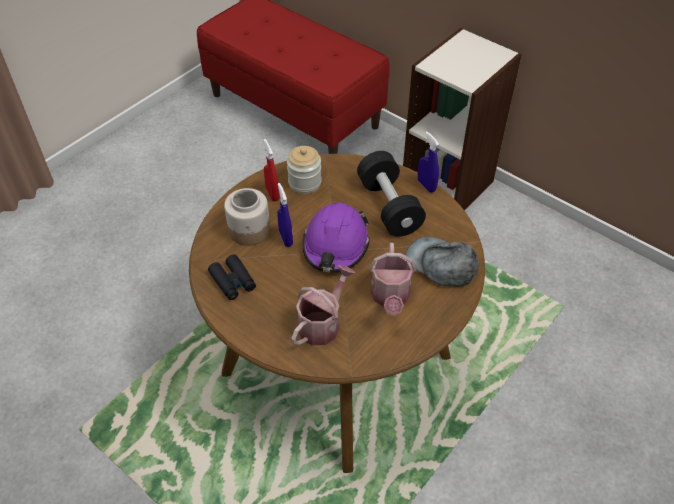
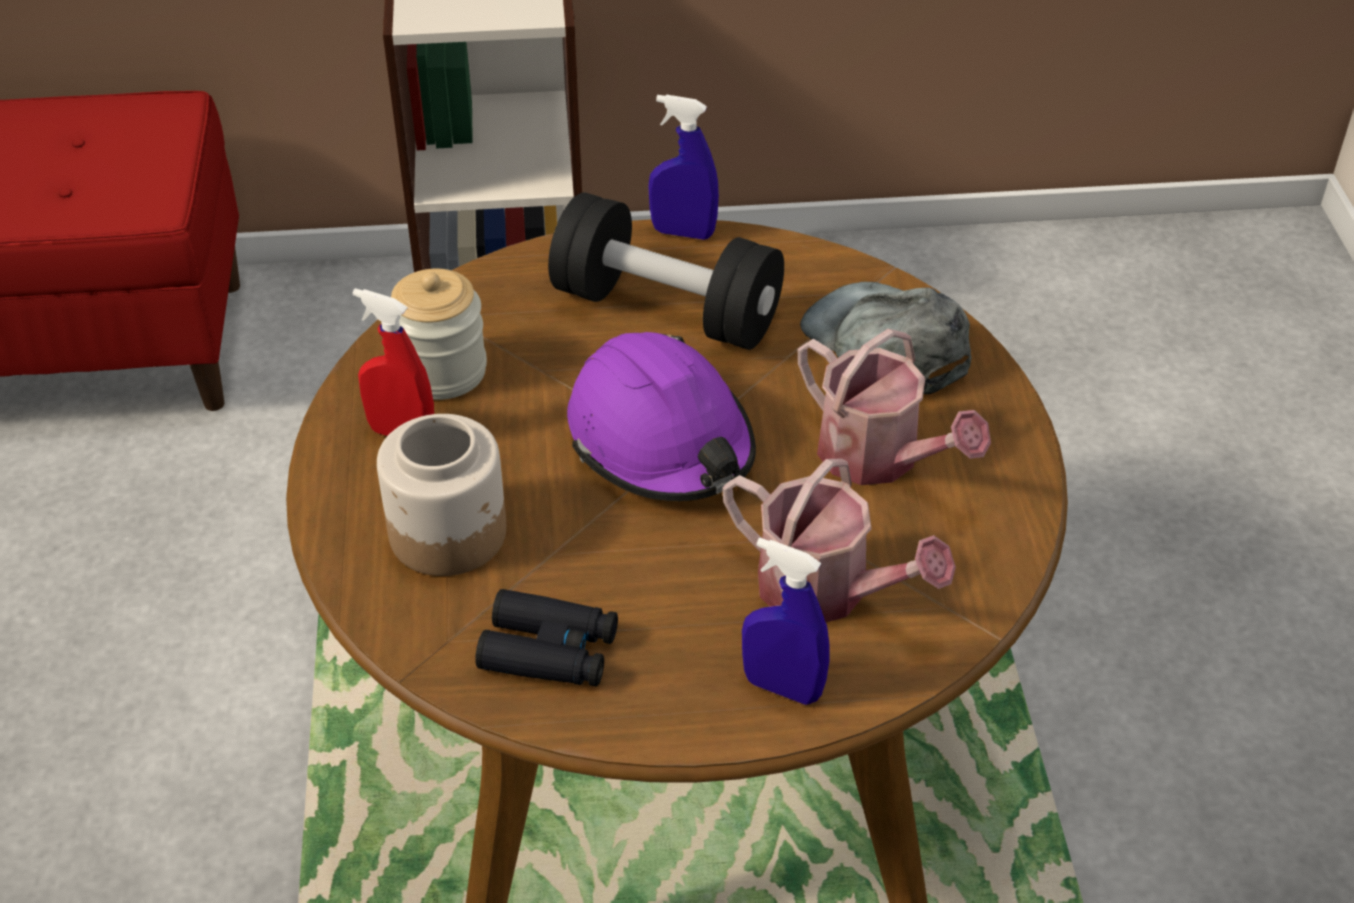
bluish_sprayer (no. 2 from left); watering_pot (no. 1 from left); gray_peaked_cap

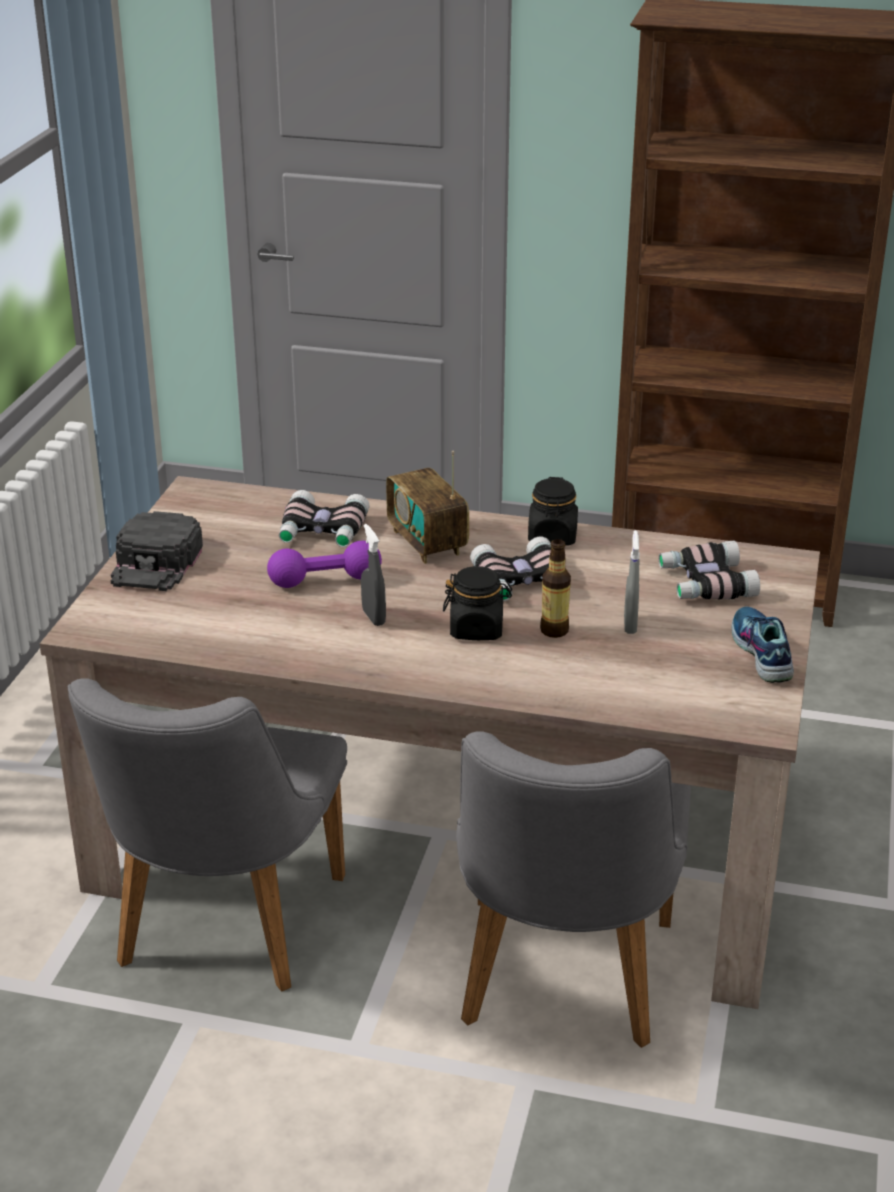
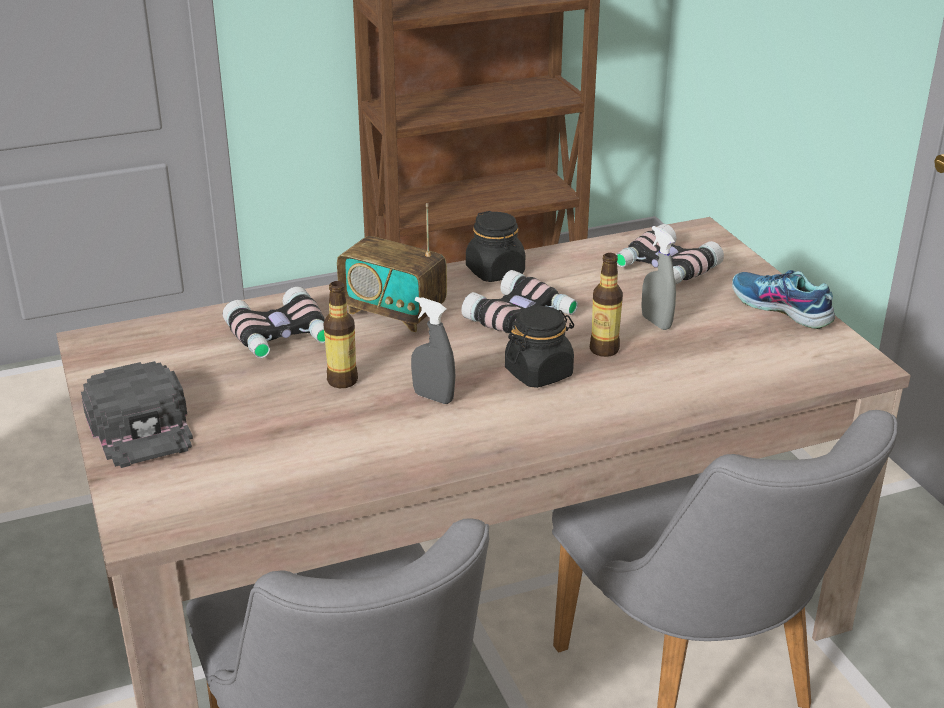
bottle (no. 1 from left)

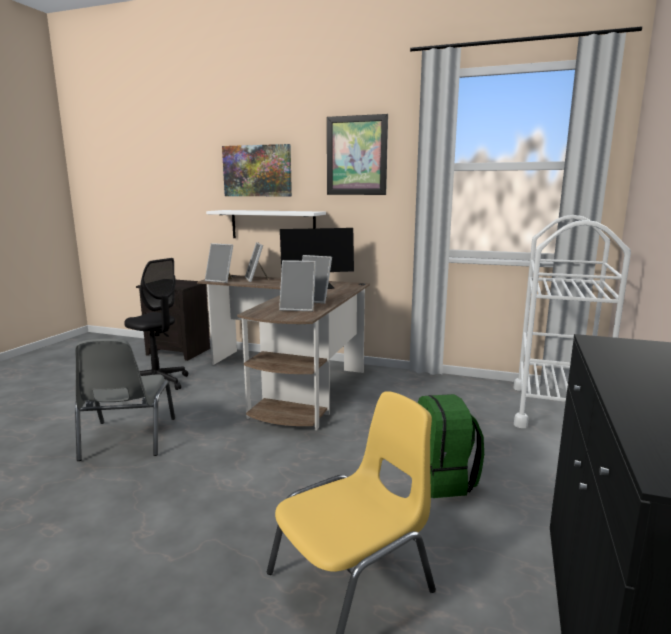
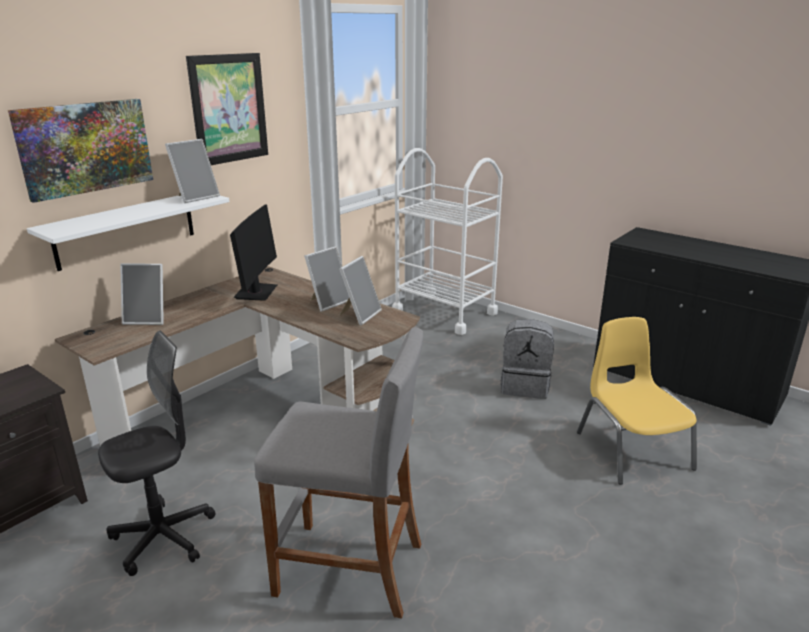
standing_frame (no. 2 from left); gray_stool; gray_knapsack

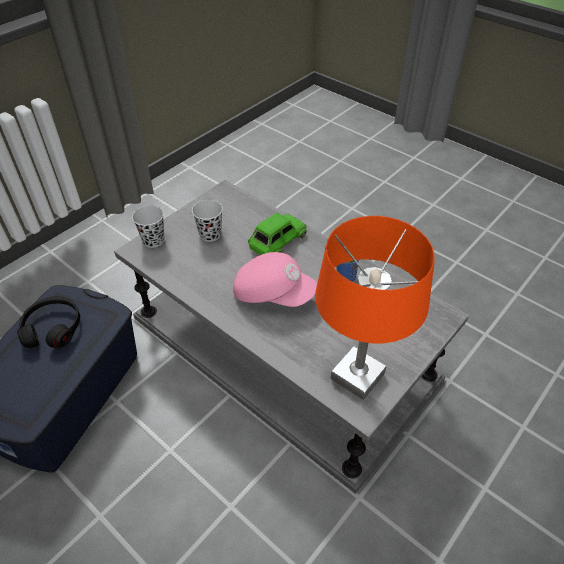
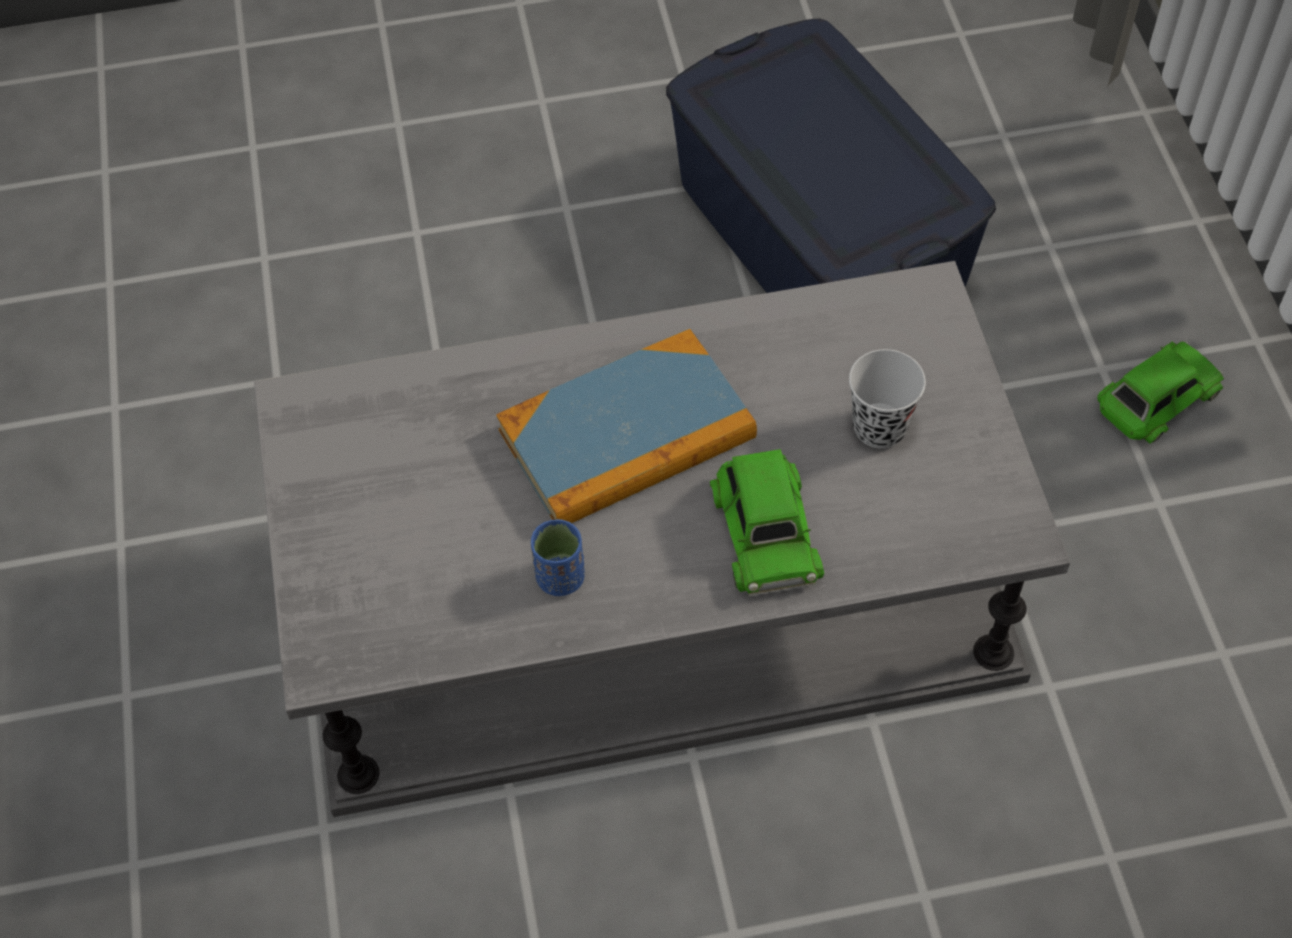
blackish_headset; blackish_drinking_cup (no. 1 from left in the first image); orange_tabletop_lamp; greenish_miniature_car (no. 2 from left); volume

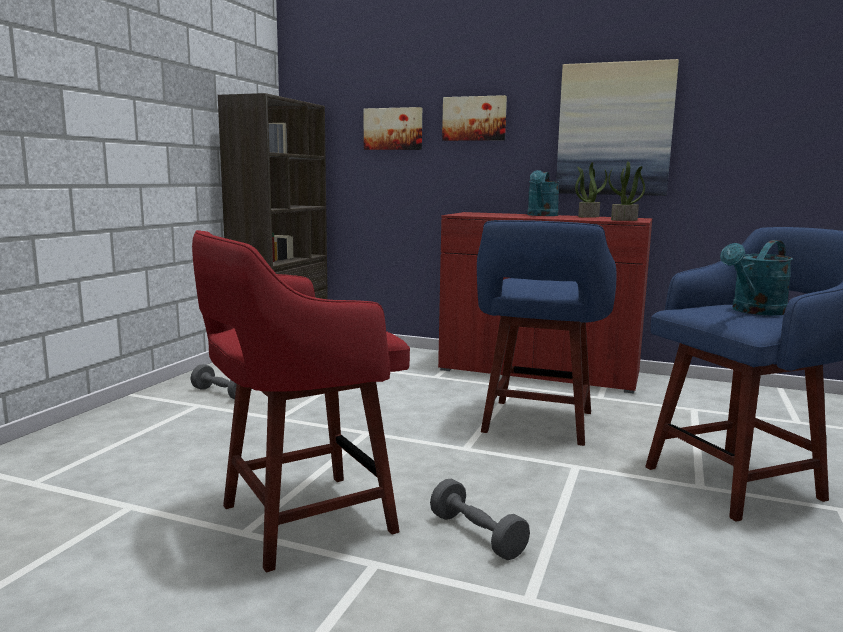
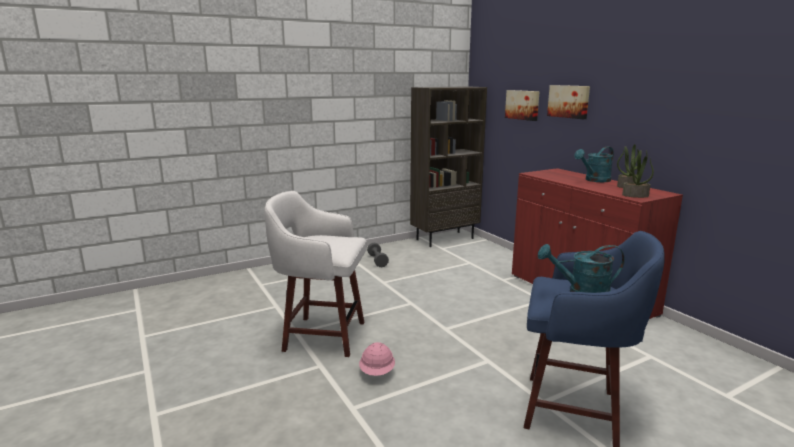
bluish_stool (no. 1 from left in the first image); wall_art (no. 3 from left in the first image); pink_hard_hat; white_stool

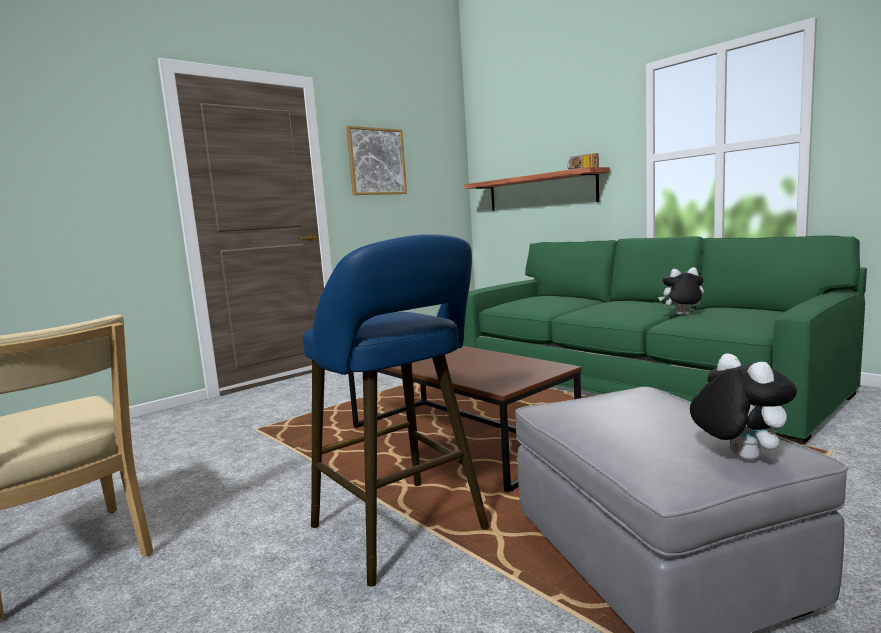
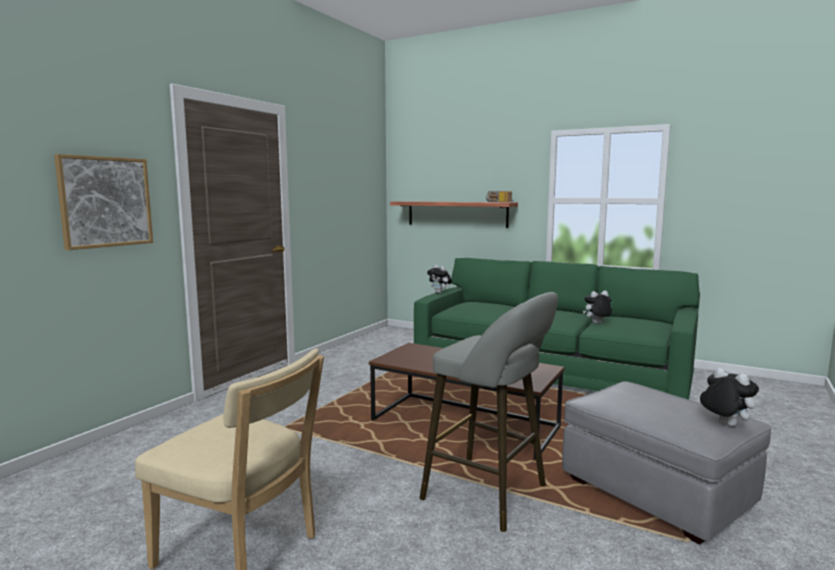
cuddly_toy (no. 1 from left); wall_art; gray_stool

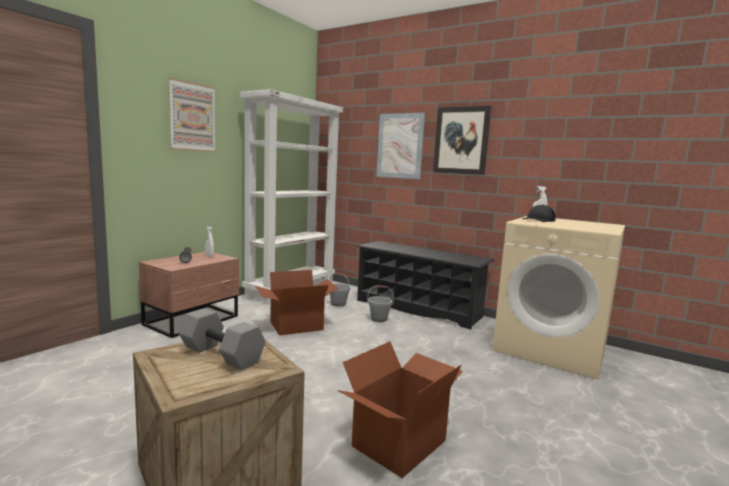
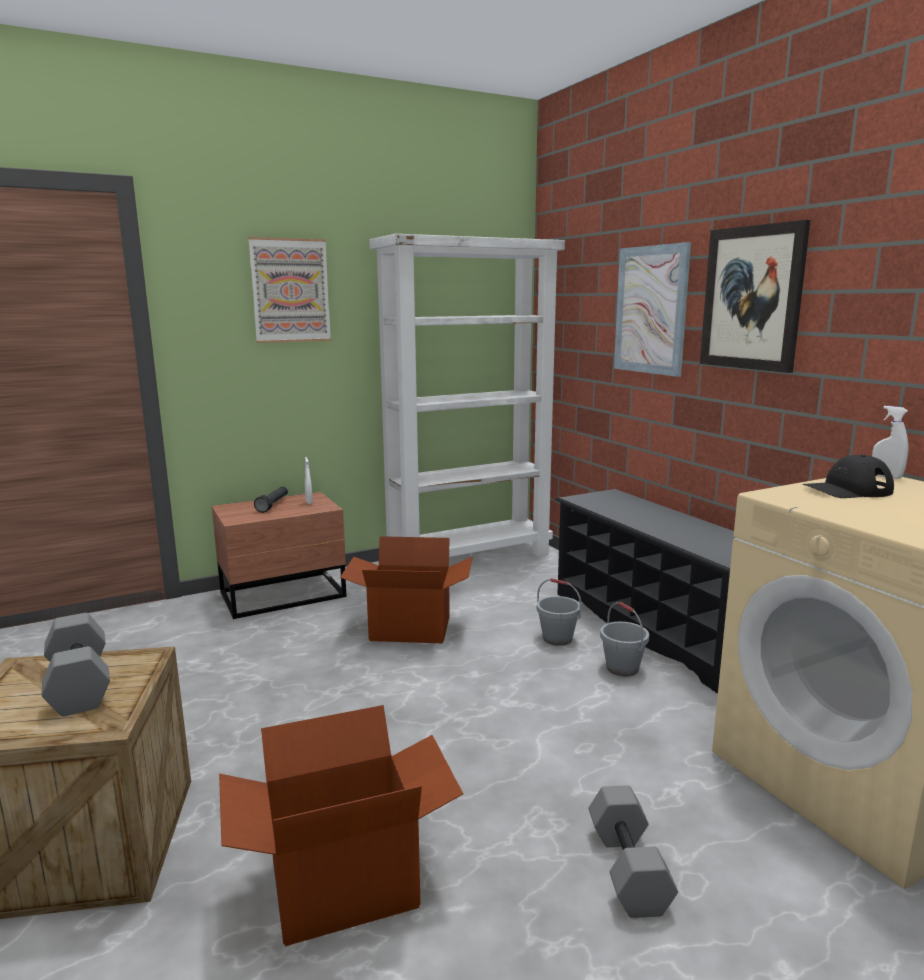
gray_free_weight (no. 2 from left); gray_pail (no. 2 from left)

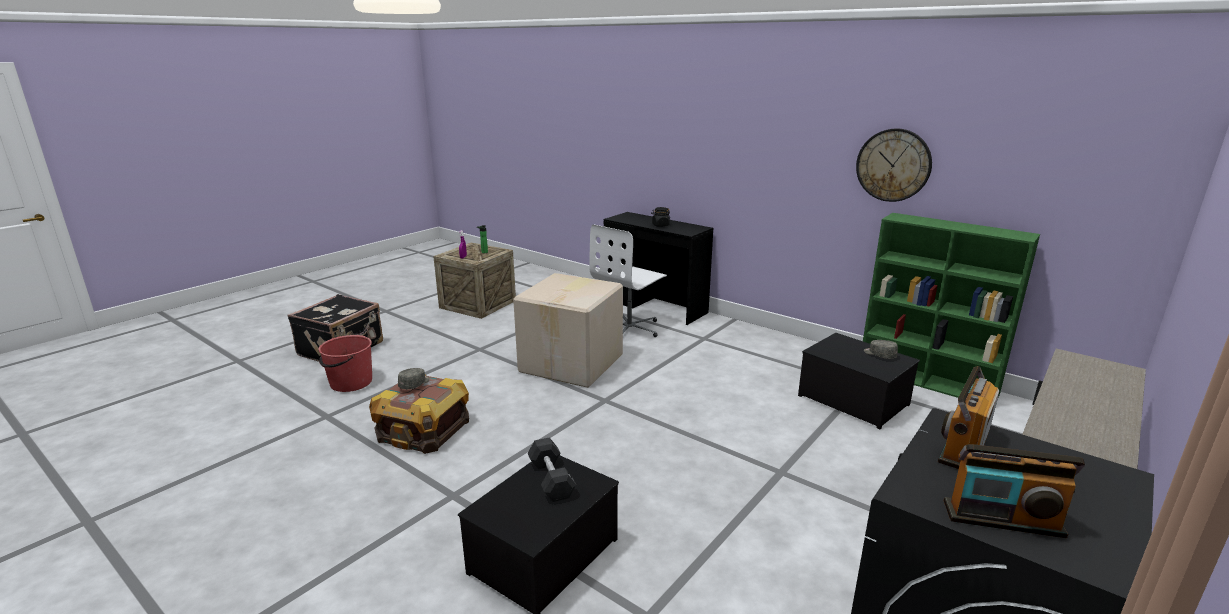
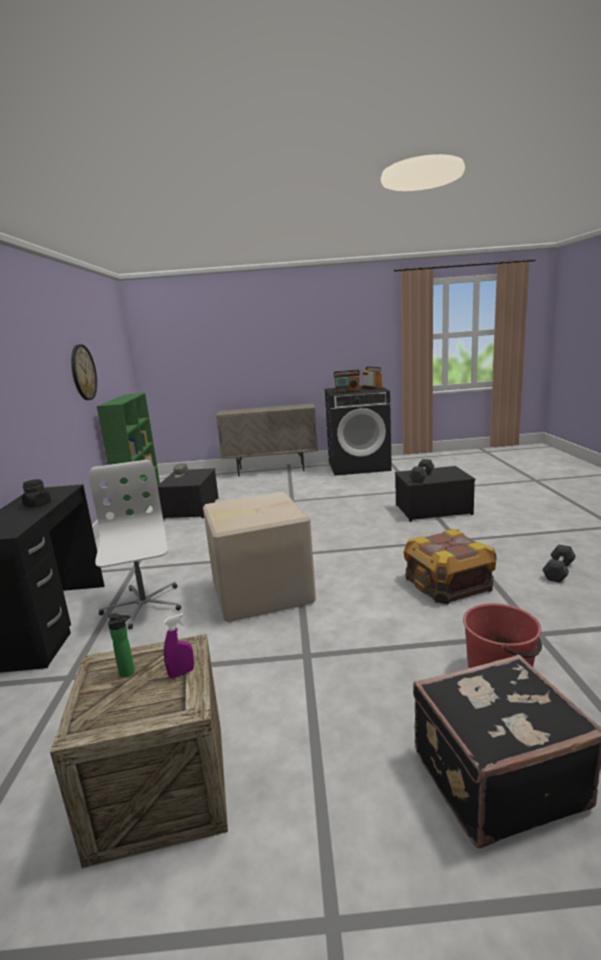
gray_peaked_cap (no. 1 from left in the first image); blackish_free_weight (no. 2 from left); white_computer_chair

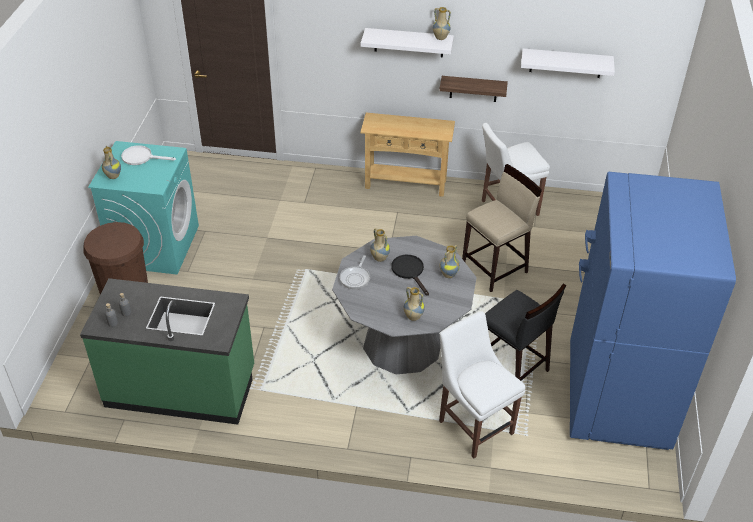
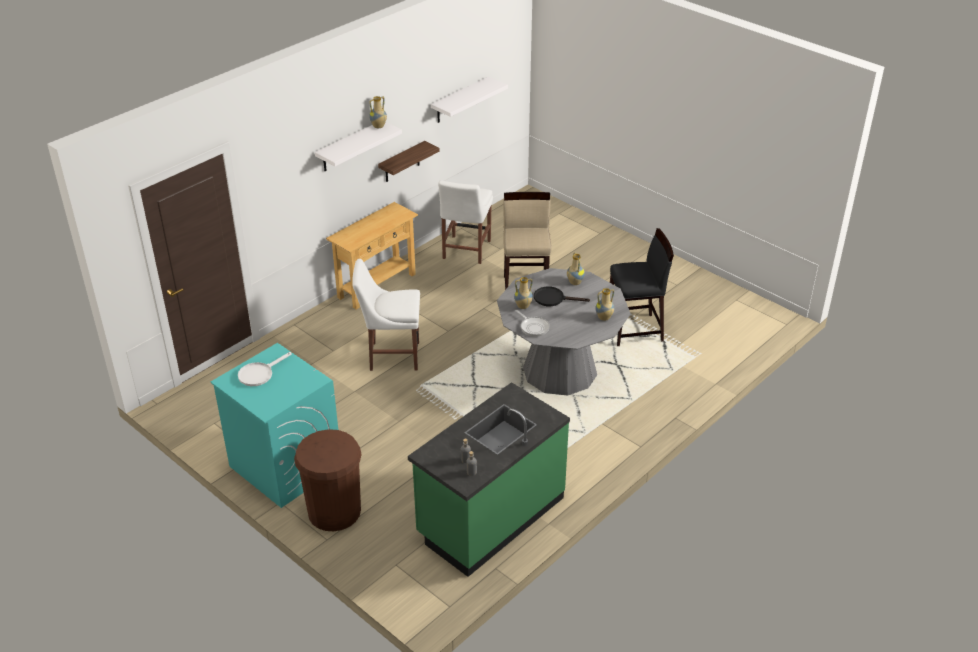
flower_vase (no. 1 from left in the first image); bluish_refrigerator; white_upright_chair (no. 1 from left)

